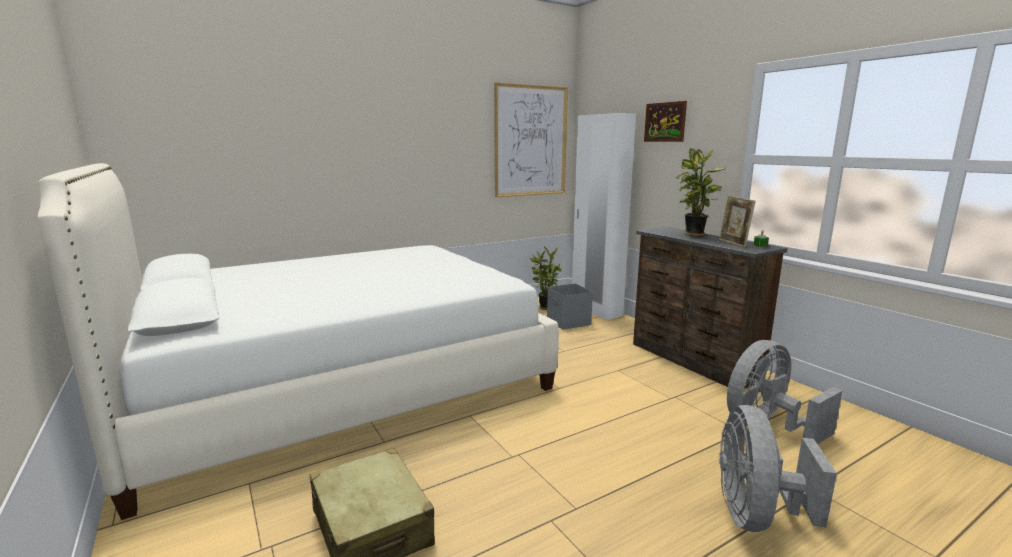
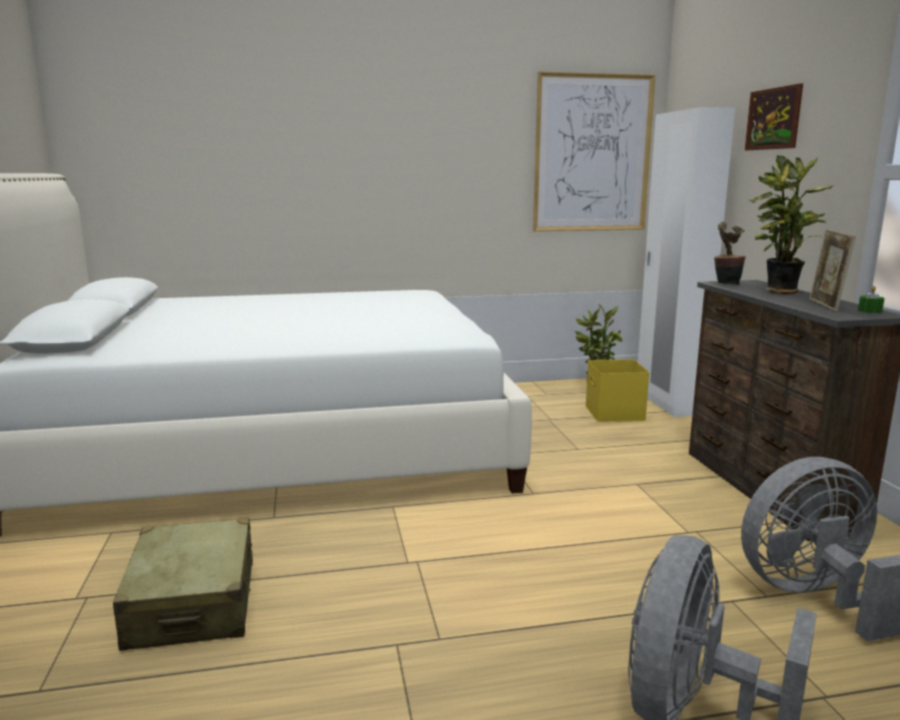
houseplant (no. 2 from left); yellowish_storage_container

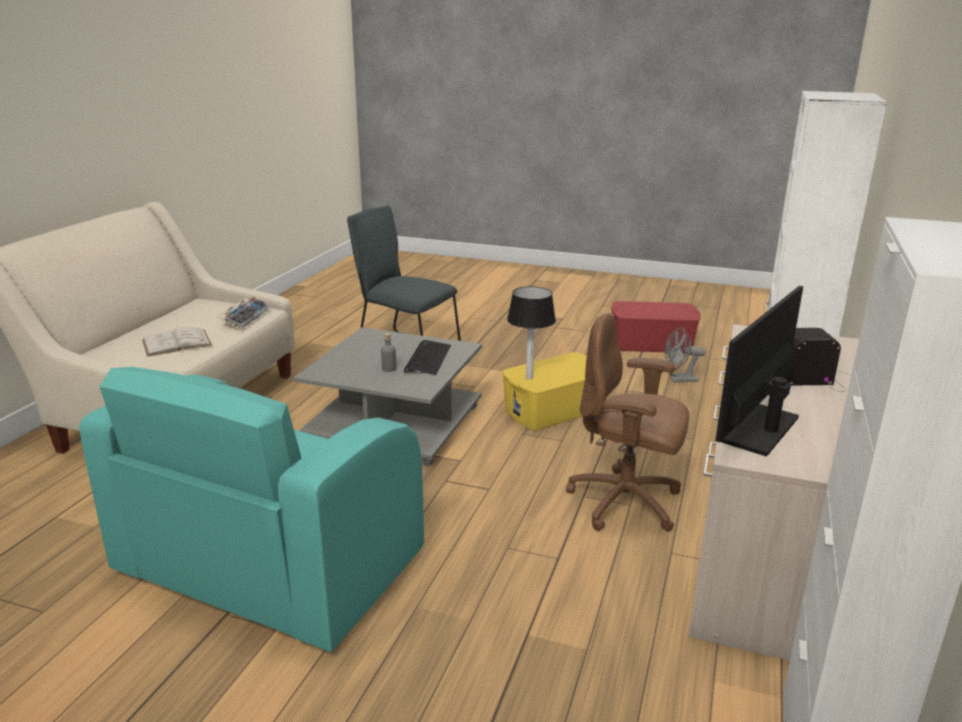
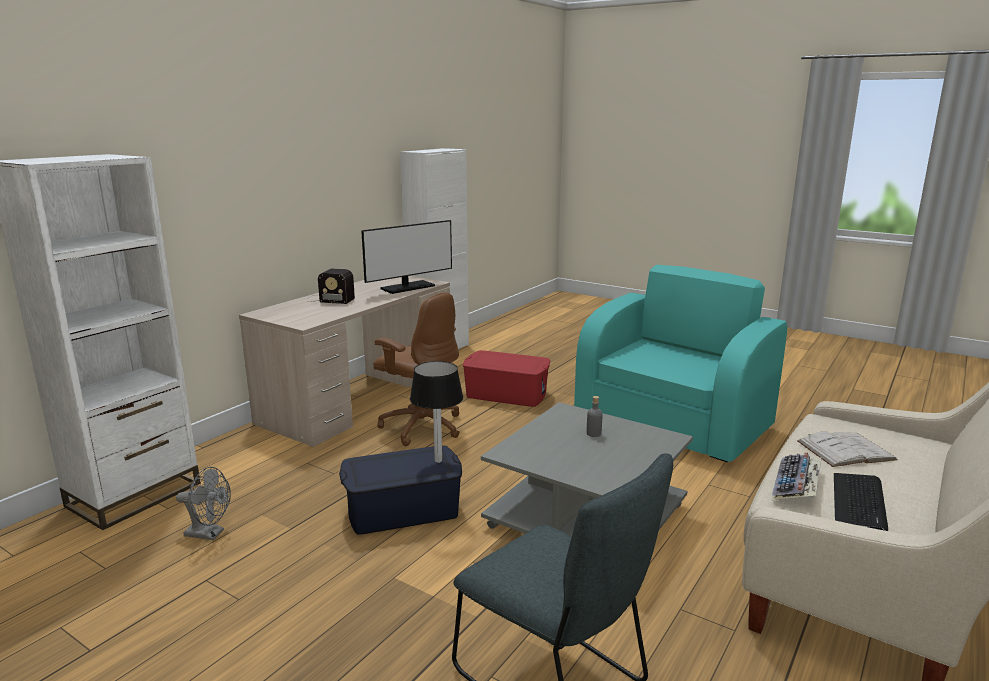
PC_keyboard (no. 2 from left); red-coloured_storage_container; bluish_storage_container

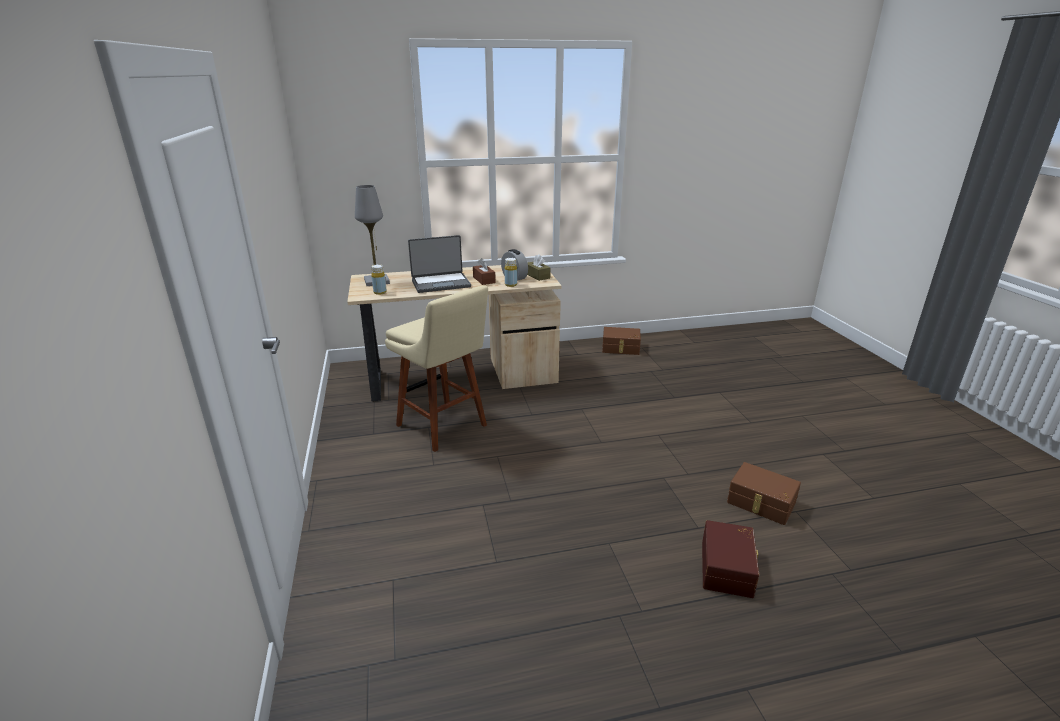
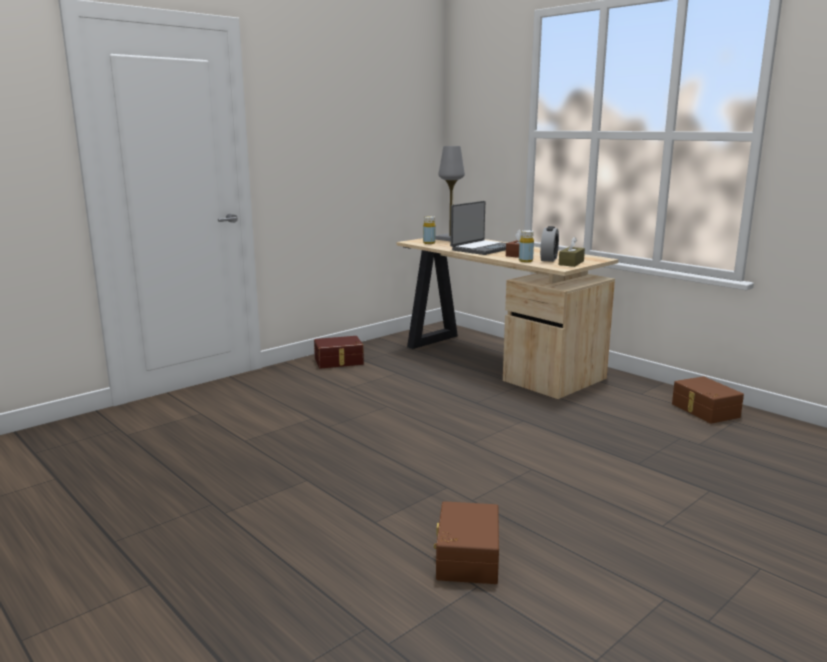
beige_stool; brown_storage_container (no. 1 from left); portable_computer

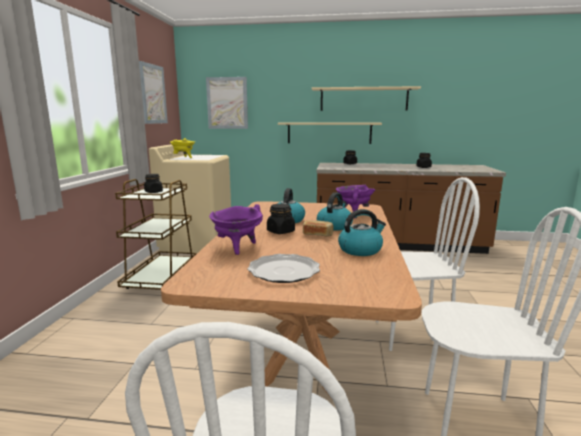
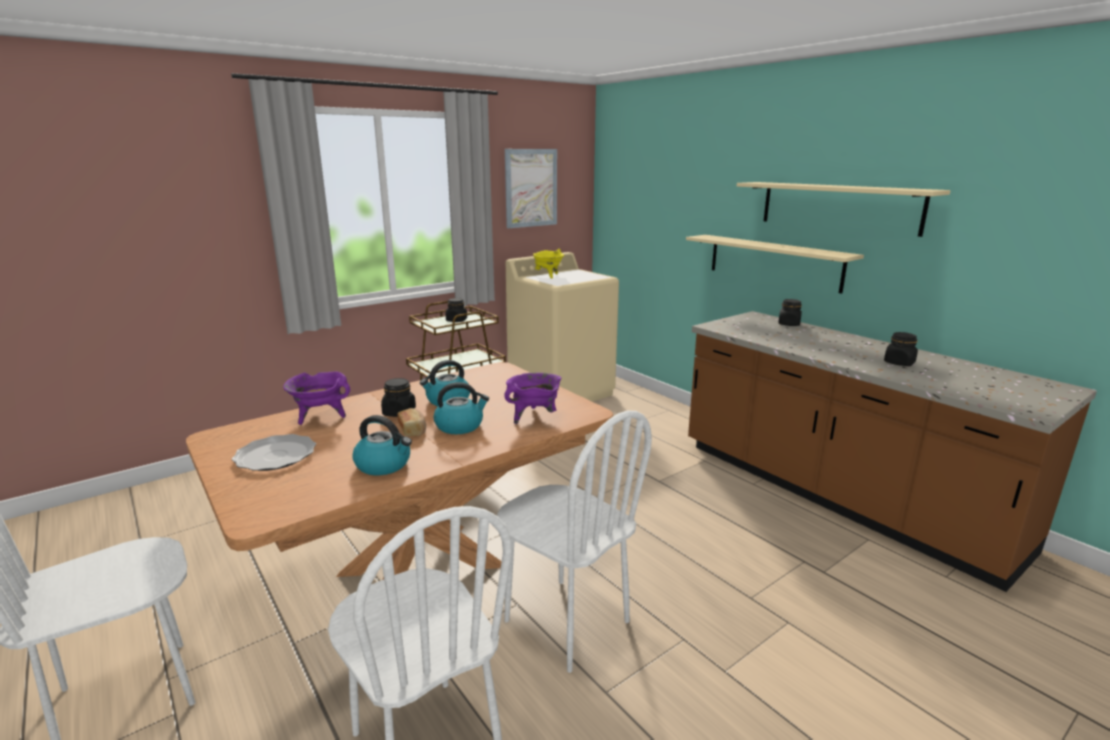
wall_art (no. 2 from left in the first image)

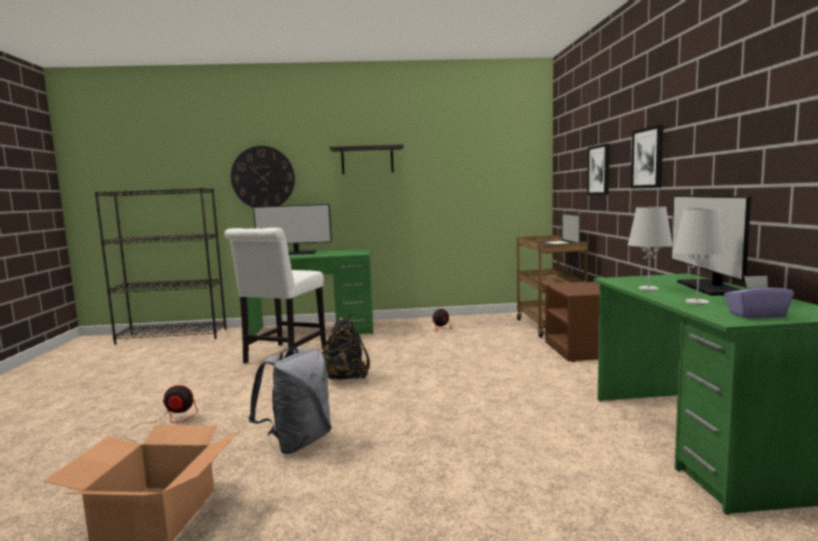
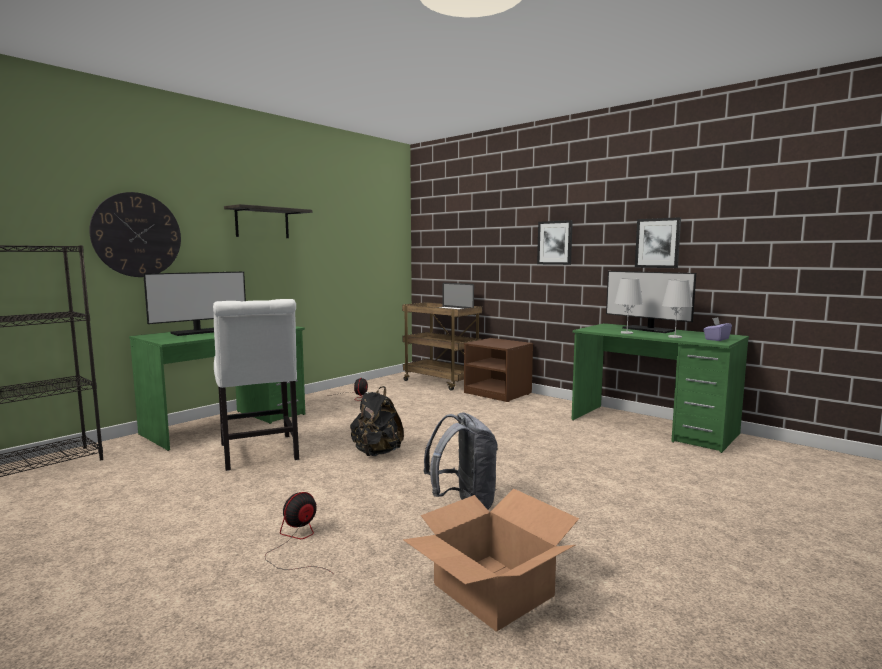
wall_art (no. 2 from left)

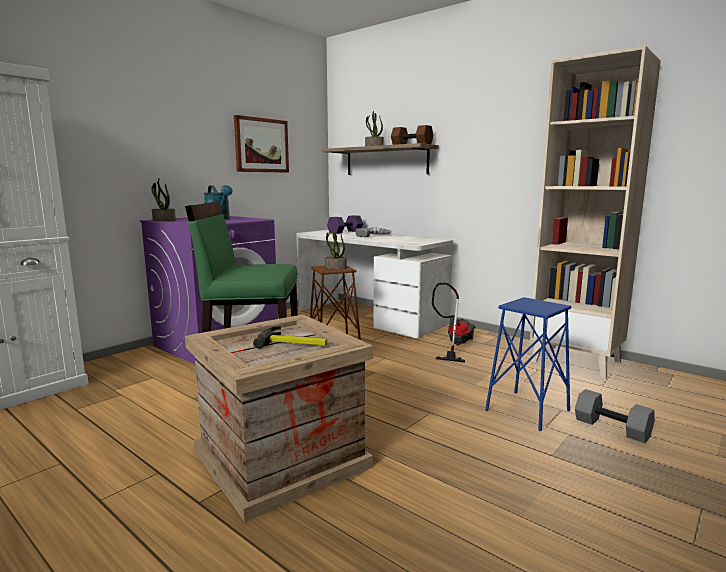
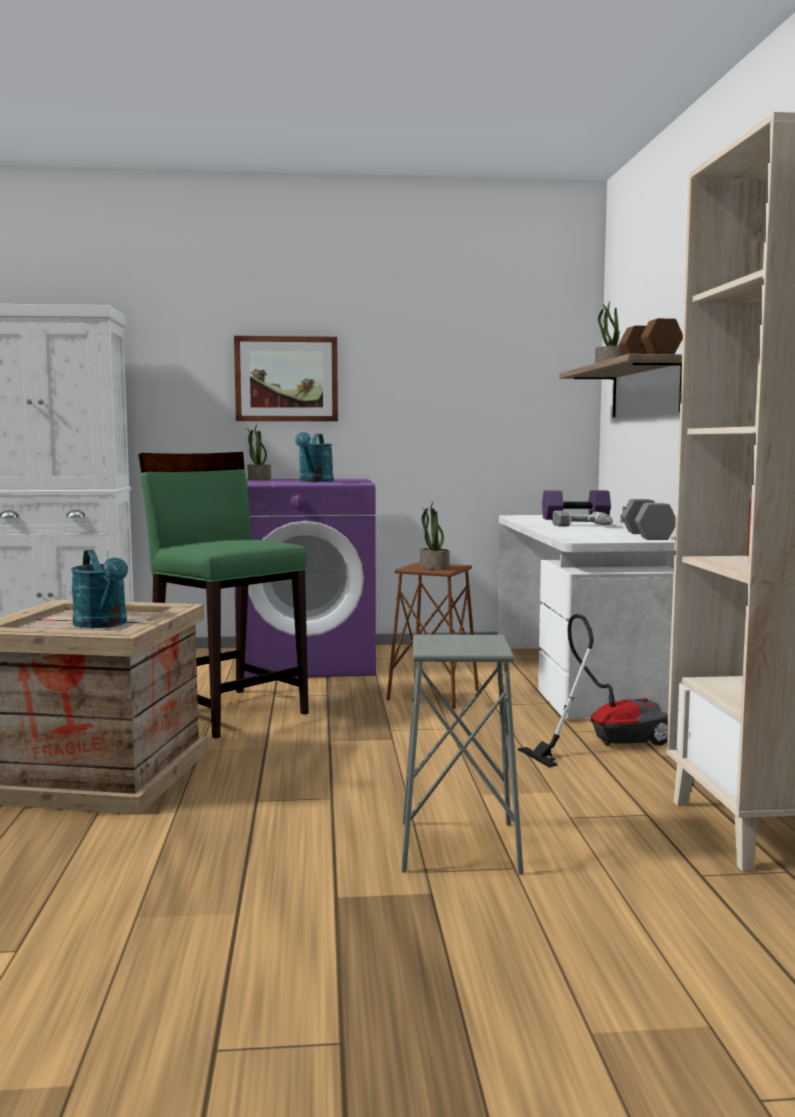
wall_art; gray_free_weight; turquoise_watering_pot (no. 1 from left); gray_stool

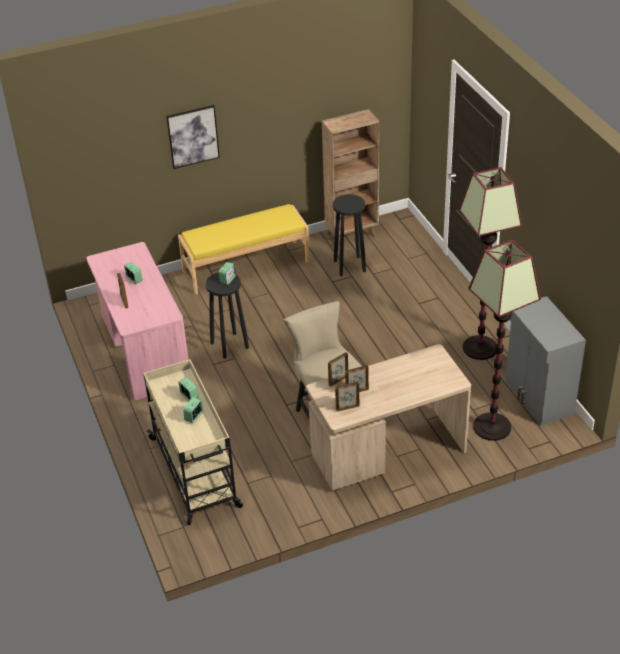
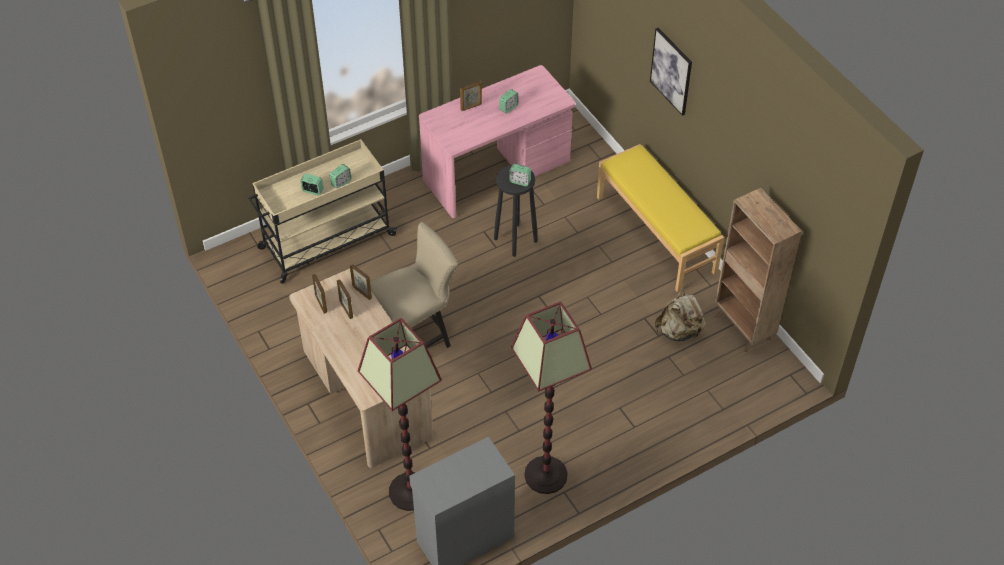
beige_knapsack

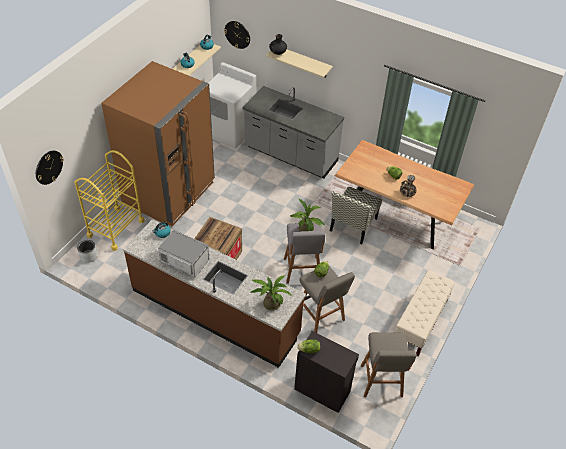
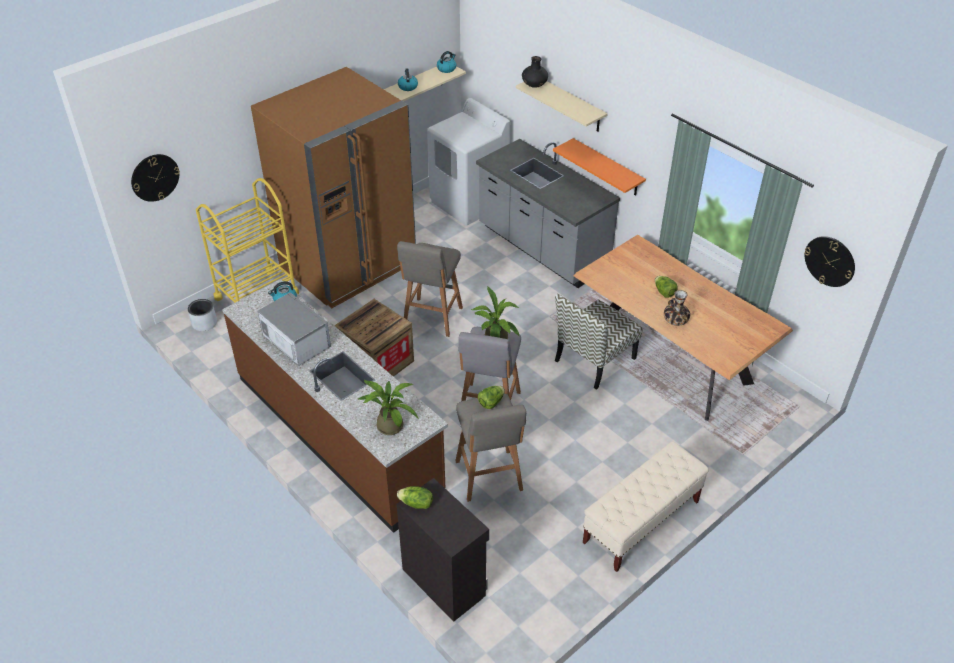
orange_wall_shelf; clock_on_the_wall (no. 2 from left); gray_stool (no. 1 from left)

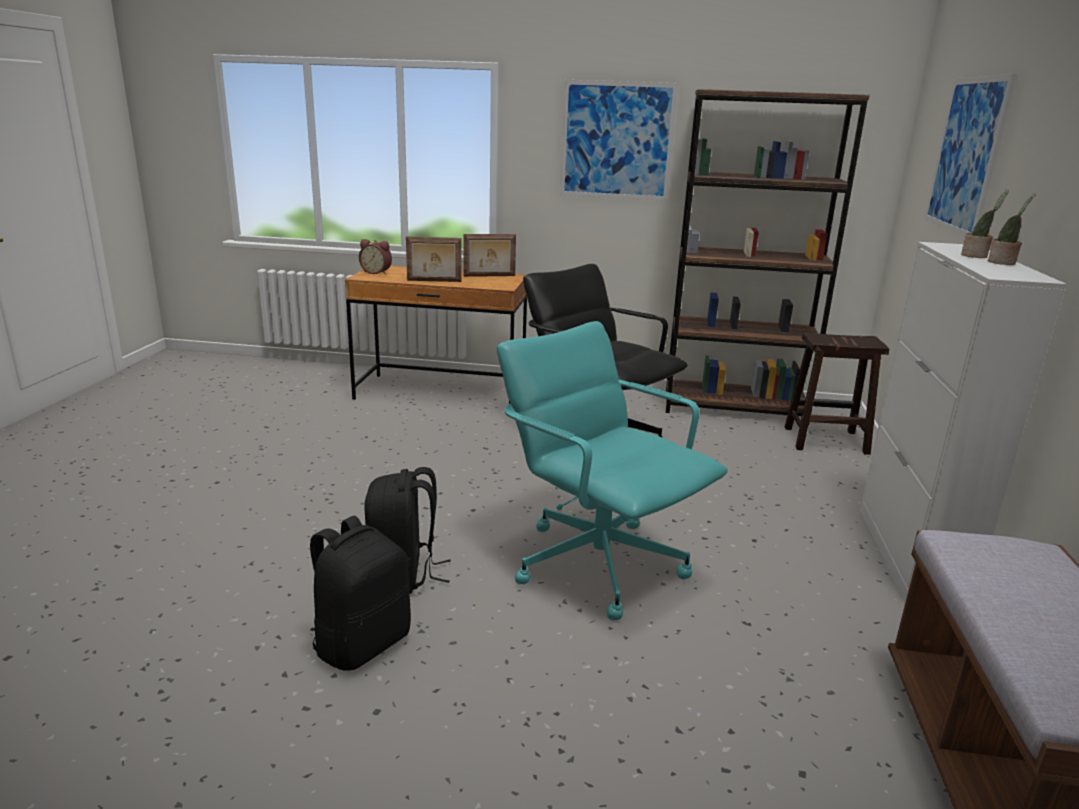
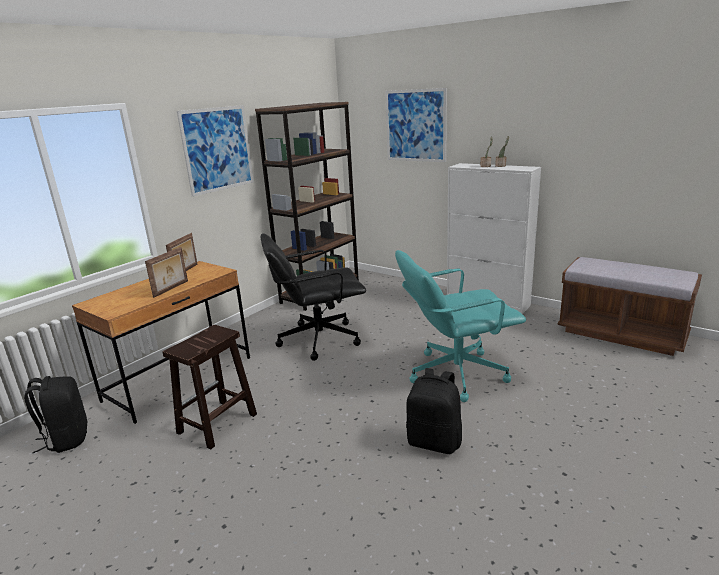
bedside_clock; blackish_knapsack (no. 1 from left); brown_stool

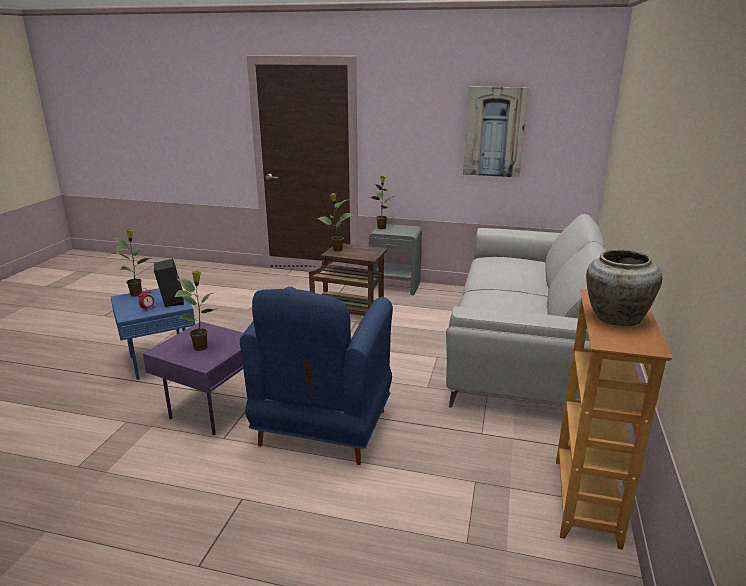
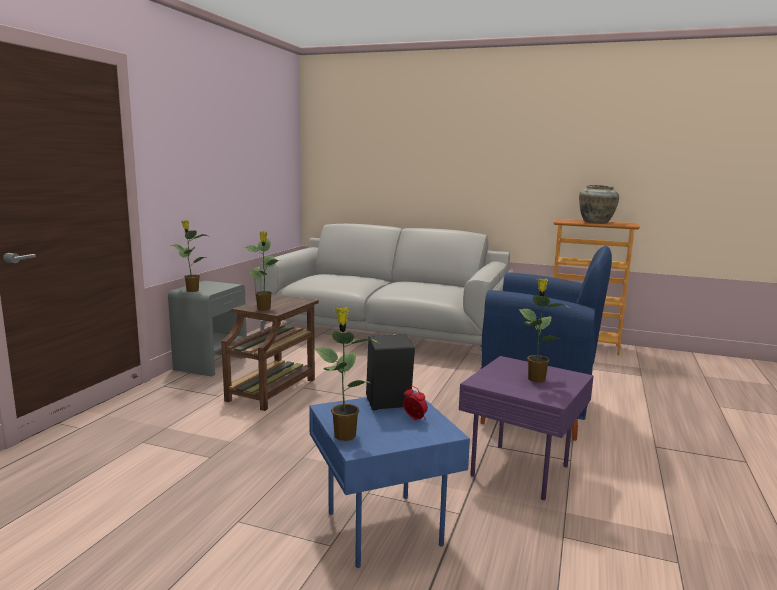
wall_art

